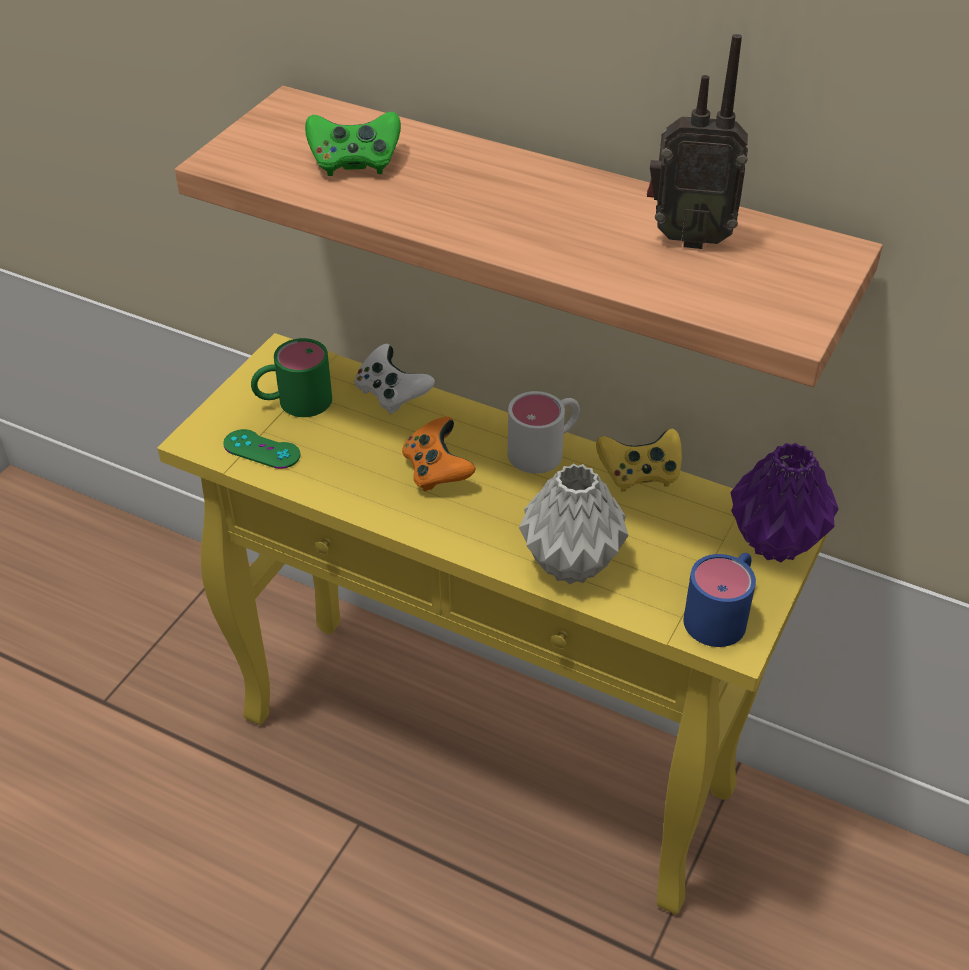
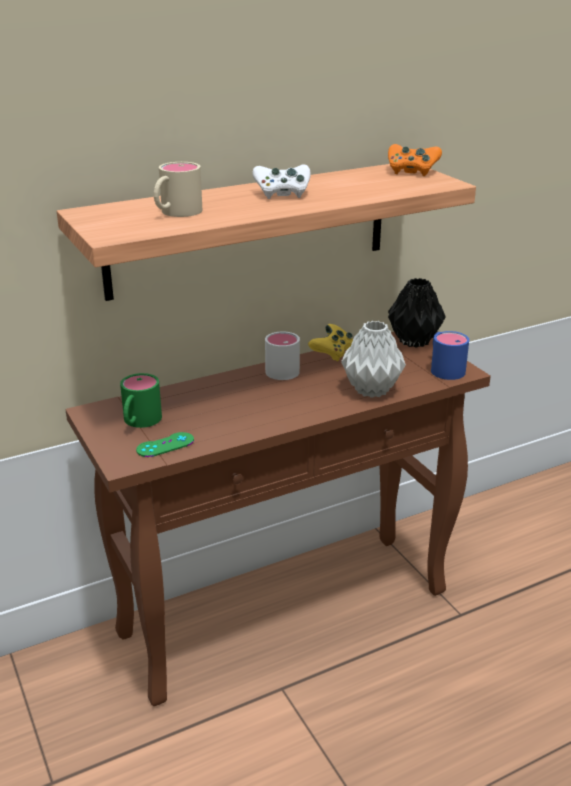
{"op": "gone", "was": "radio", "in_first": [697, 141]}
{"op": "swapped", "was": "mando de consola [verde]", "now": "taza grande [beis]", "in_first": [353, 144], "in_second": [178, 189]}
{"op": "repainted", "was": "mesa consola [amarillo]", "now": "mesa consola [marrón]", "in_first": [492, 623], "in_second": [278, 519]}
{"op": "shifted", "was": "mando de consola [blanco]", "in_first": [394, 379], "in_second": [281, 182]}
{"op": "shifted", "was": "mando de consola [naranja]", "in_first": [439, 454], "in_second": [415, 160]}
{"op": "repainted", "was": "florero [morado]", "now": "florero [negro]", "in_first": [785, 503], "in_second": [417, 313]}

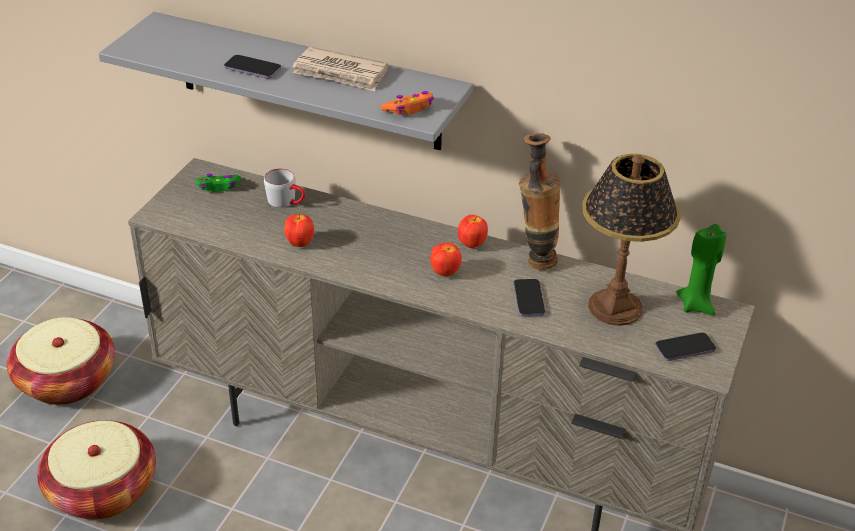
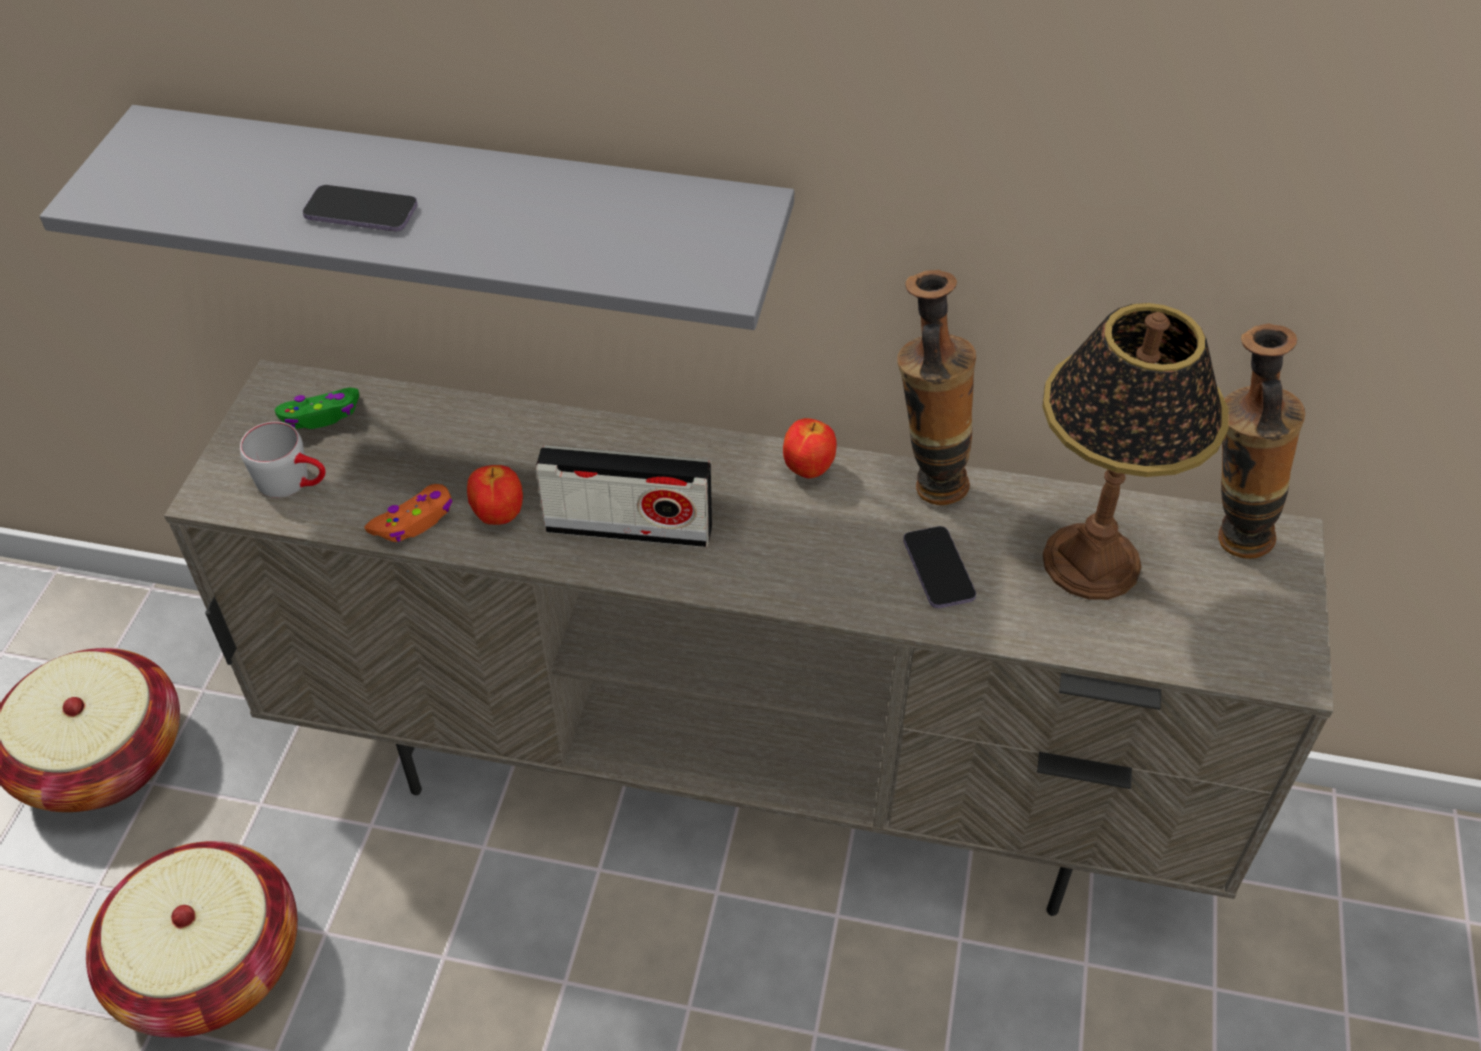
{"op": "gone", "was": "periódico", "in_first": [340, 69]}
{"op": "shifted", "was": "mando de consola [naranja]", "in_first": [407, 103], "in_second": [408, 513]}
{"op": "shifted", "was": "taza grande [gris]", "in_first": [284, 188], "in_second": [283, 459]}
{"op": "swapped", "was": "vela [verde]", "now": "florero", "in_first": [701, 269], "in_second": [1261, 441]}
{"op": "gone", "was": "manzana", "in_first": [446, 259]}
{"op": "gone", "was": "móvil", "in_first": [685, 346]}
{"op": "new", "now": "radio", "in_second": [624, 496]}

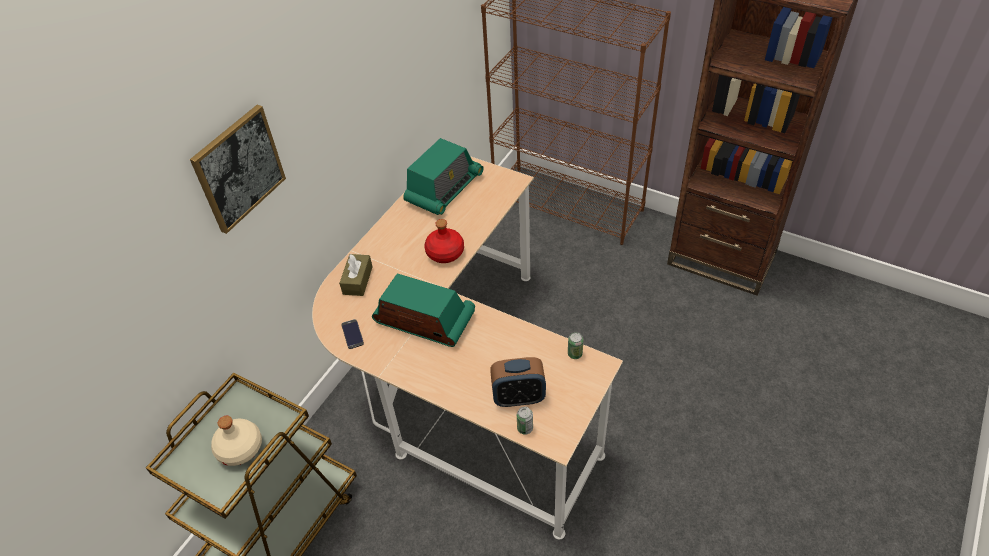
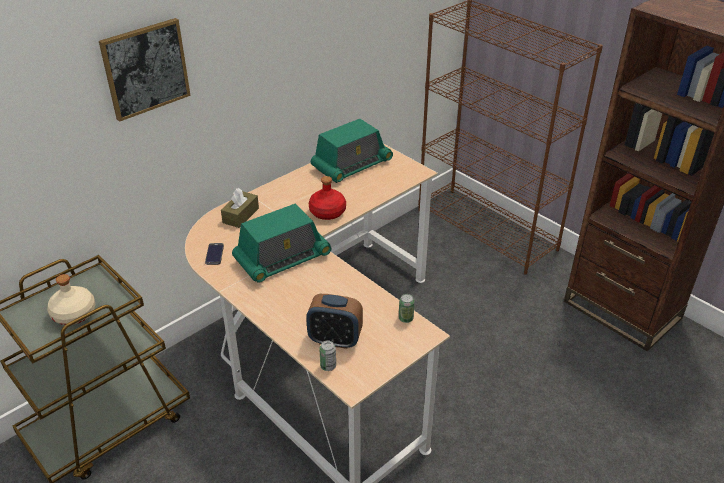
{"op": "rotated", "was": "radio", "in_first": [423, 310], "in_second": [282, 243], "clockwise": 105}

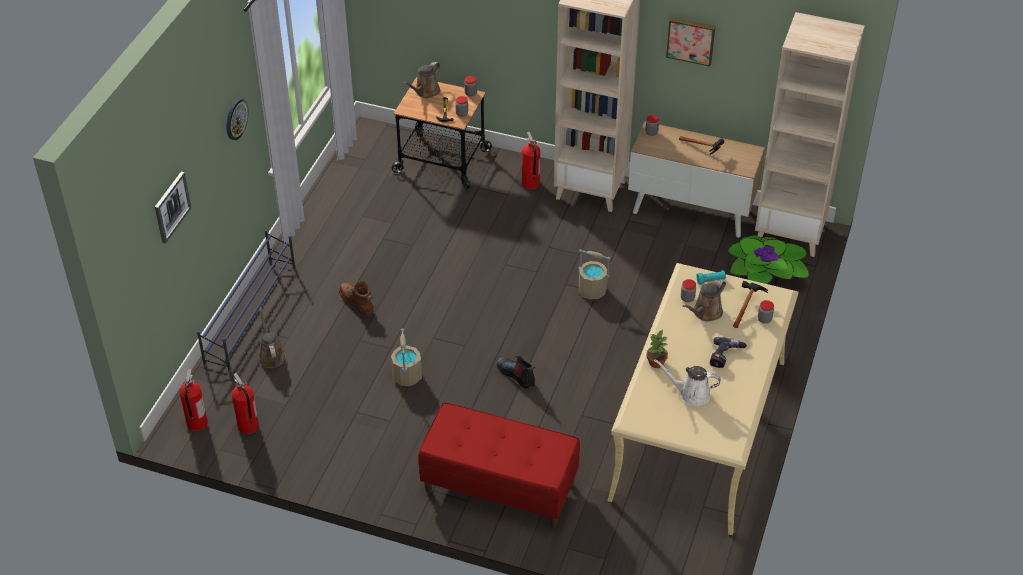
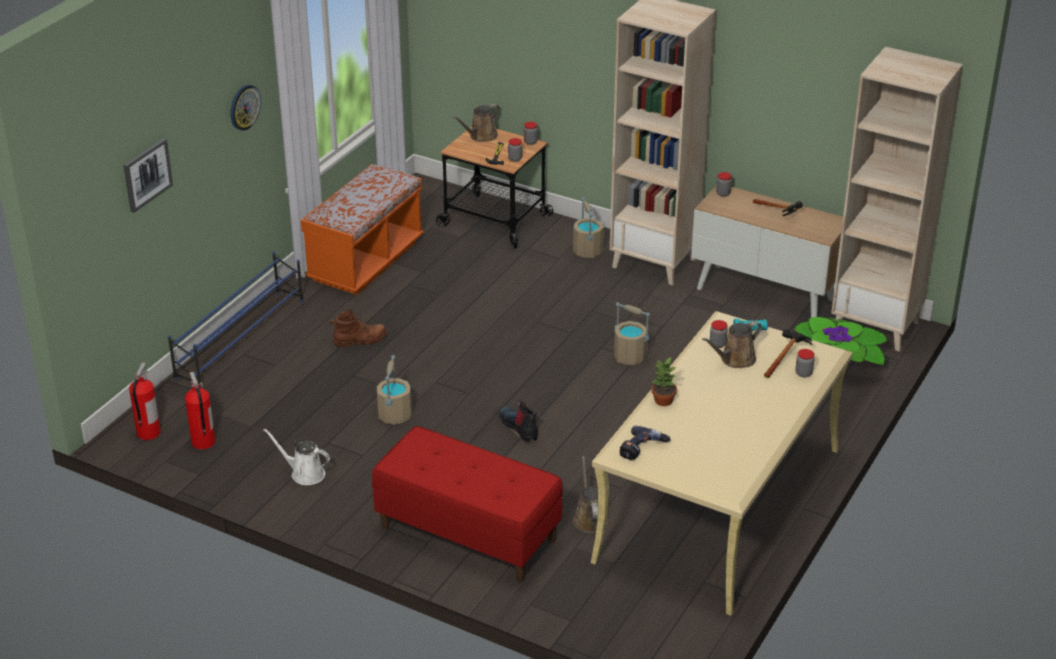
{"op": "gone", "was": "cuadro", "in_first": [690, 42]}
{"op": "swapped", "was": "extintor", "now": "cubo [beis]", "in_first": [531, 160], "in_second": [588, 227]}
{"op": "rotated", "was": "bota [marrón]", "in_first": [356, 298], "in_second": [359, 328], "clockwise": 105}
{"op": "shifted", "was": "regadera [marrón]", "in_first": [272, 337], "in_second": [590, 494]}
{"op": "shifted", "was": "taladro", "in_first": [728, 352], "in_second": [645, 443]}
{"op": "shifted", "was": "regadera [blanco]", "in_first": [687, 383], "in_second": [296, 456]}
{"op": "new", "now": "banco [naranja]", "in_second": [362, 229]}

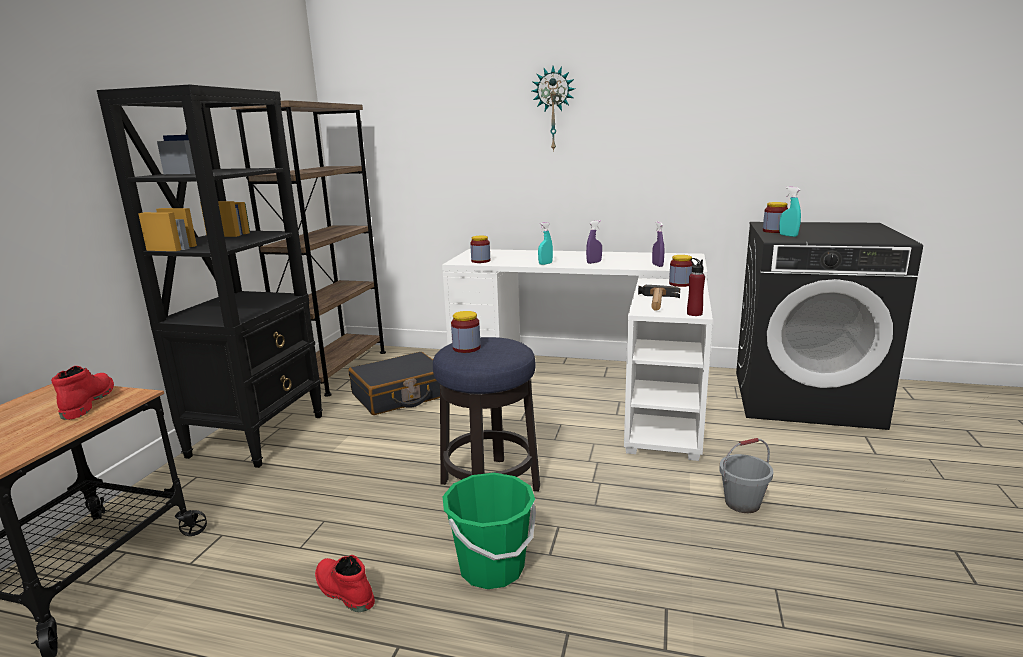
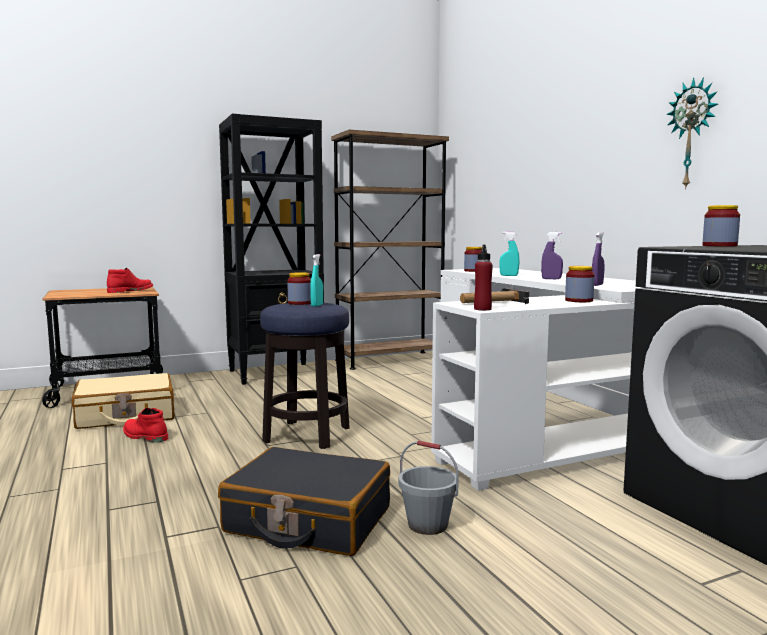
{"op": "shifted", "was": "reloj de pared", "in_first": [553, 109], "in_second": [692, 133]}
{"op": "shifted", "was": "pulverizador [turquesa]", "in_first": [790, 212], "in_second": [316, 280]}
{"op": "shifted", "was": "maleta [negro]", "in_first": [394, 383], "in_second": [304, 501]}
{"op": "gone", "was": "cubo [verde]", "in_first": [489, 531]}
{"op": "rotated", "was": "bota [rojo]", "in_first": [345, 583], "in_second": [146, 425], "clockwise": -60}
{"op": "new", "now": "maleta [beis]", "in_second": [123, 401]}

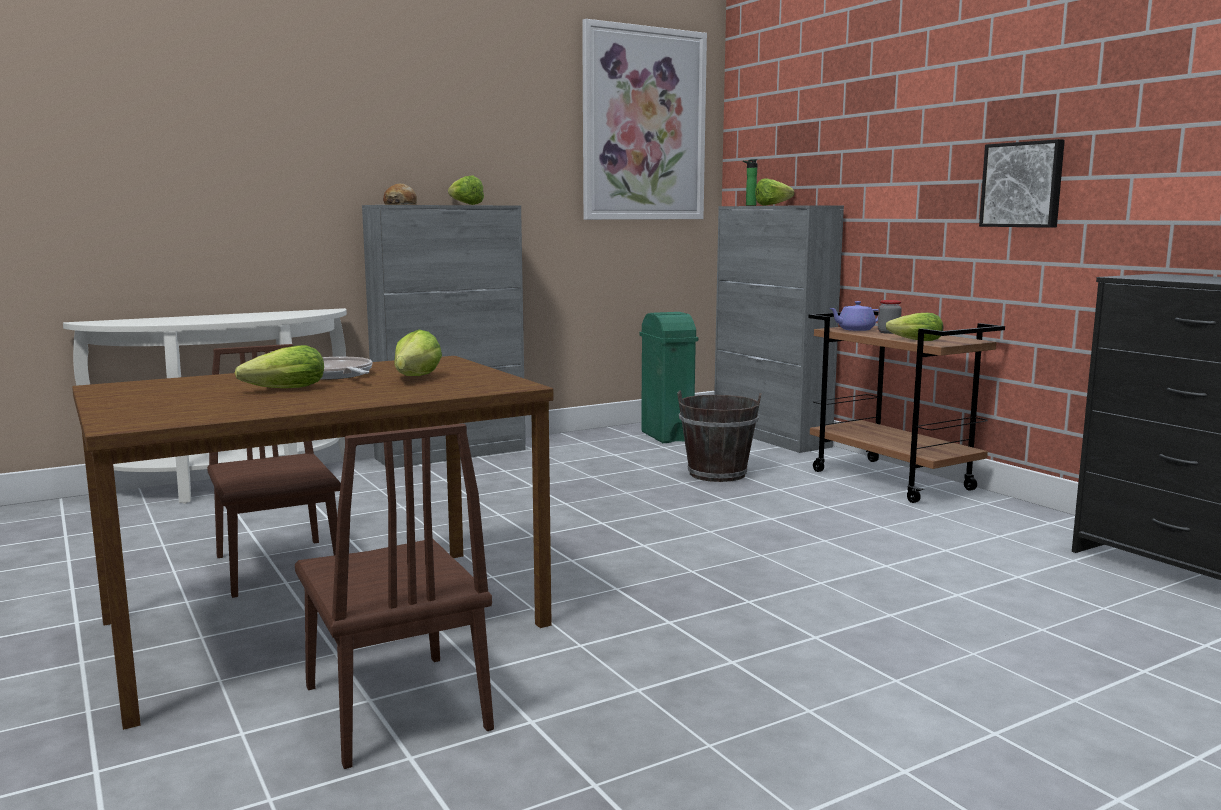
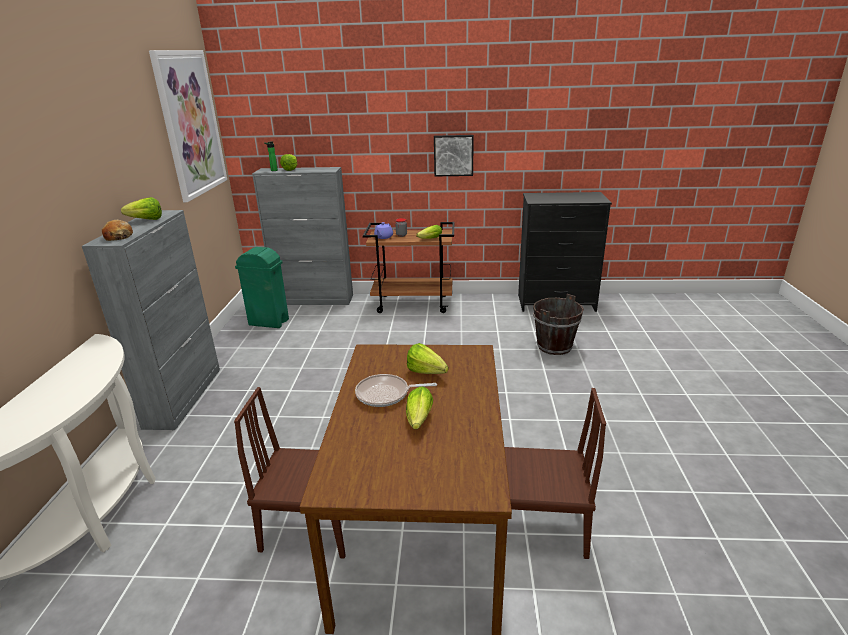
{"op": "shifted", "was": "cubo [marrón]", "in_first": [719, 436], "in_second": [558, 324]}

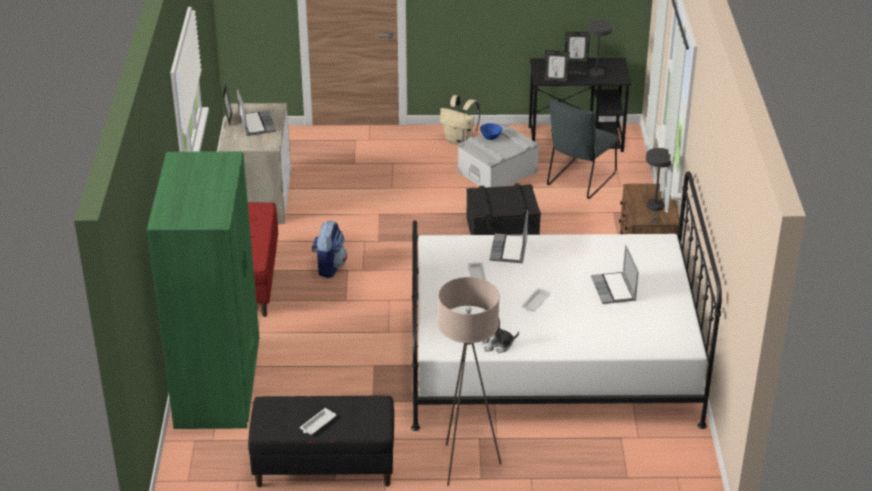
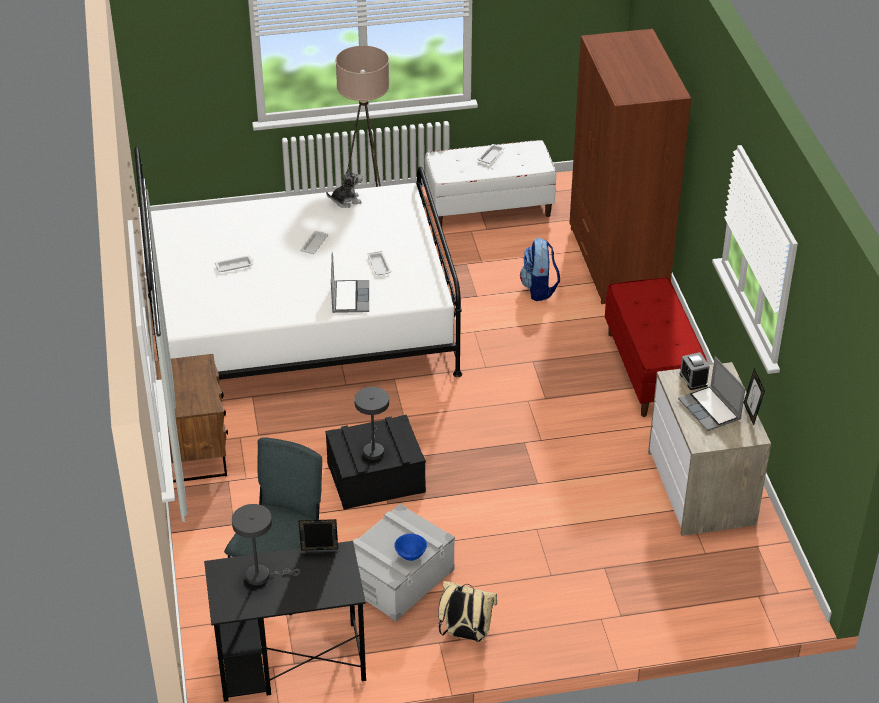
{"op": "gone", "was": "portarretratos", "in_first": [577, 47]}
{"op": "shifted", "was": "lámpara de mesa [gris]", "in_first": [660, 185], "in_second": [371, 423]}
{"op": "repainted", "was": "armario ropero [verde]", "now": "armario ropero [marrón]", "in_first": [203, 290], "in_second": [630, 166]}
{"op": "shifted", "was": "mochila", "in_first": [329, 249], "in_second": [540, 269]}
{"op": "swapped", "was": "portátil", "now": "bandeja [blanco]", "in_first": [615, 274], "in_second": [234, 263]}
{"op": "repainted", "was": "banco [negro]", "now": "banco [blanco]", "in_first": [321, 441], "in_second": [490, 183]}
{"op": "new", "now": "despertador", "in_second": [694, 371]}

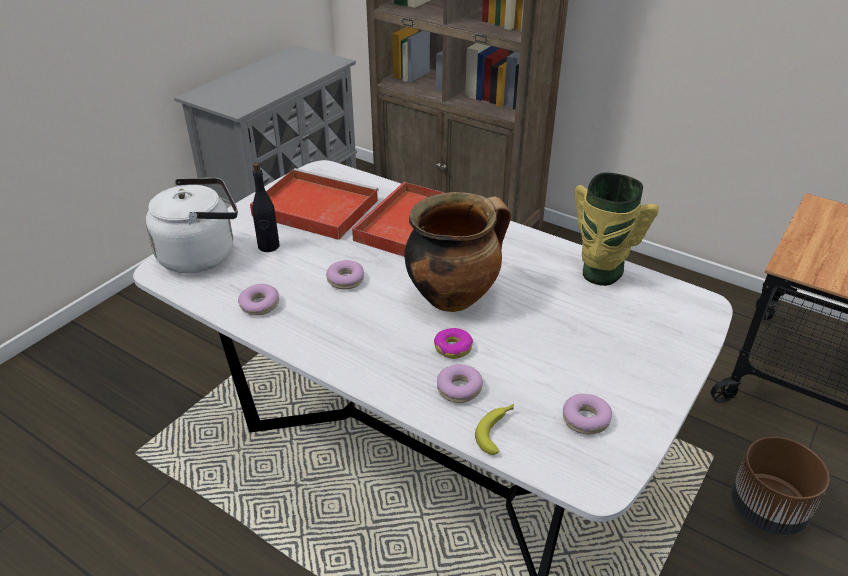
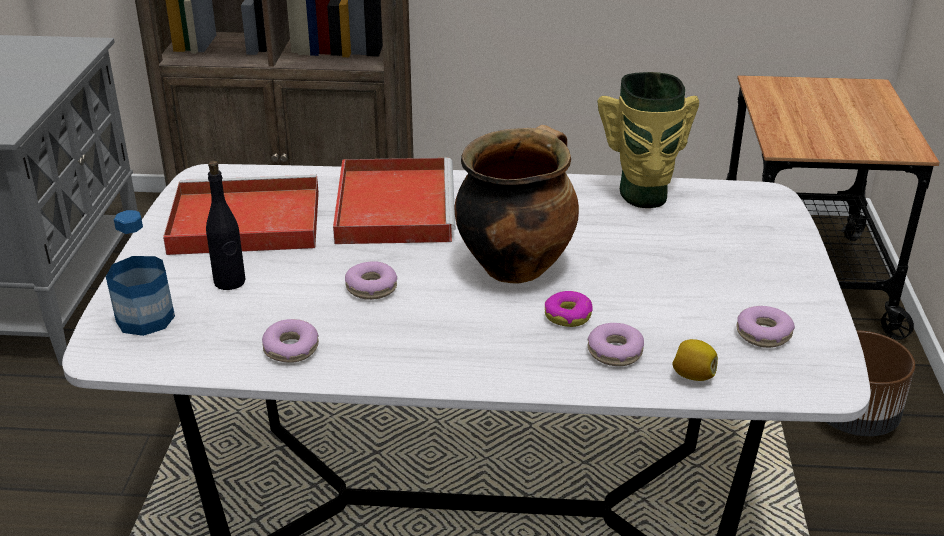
{"op": "swapped", "was": "hervidor [blanco]", "now": "botella", "in_first": [192, 225], "in_second": [140, 273]}
{"op": "swapped", "was": "plátano", "now": "limón", "in_first": [494, 429], "in_second": [695, 360]}

